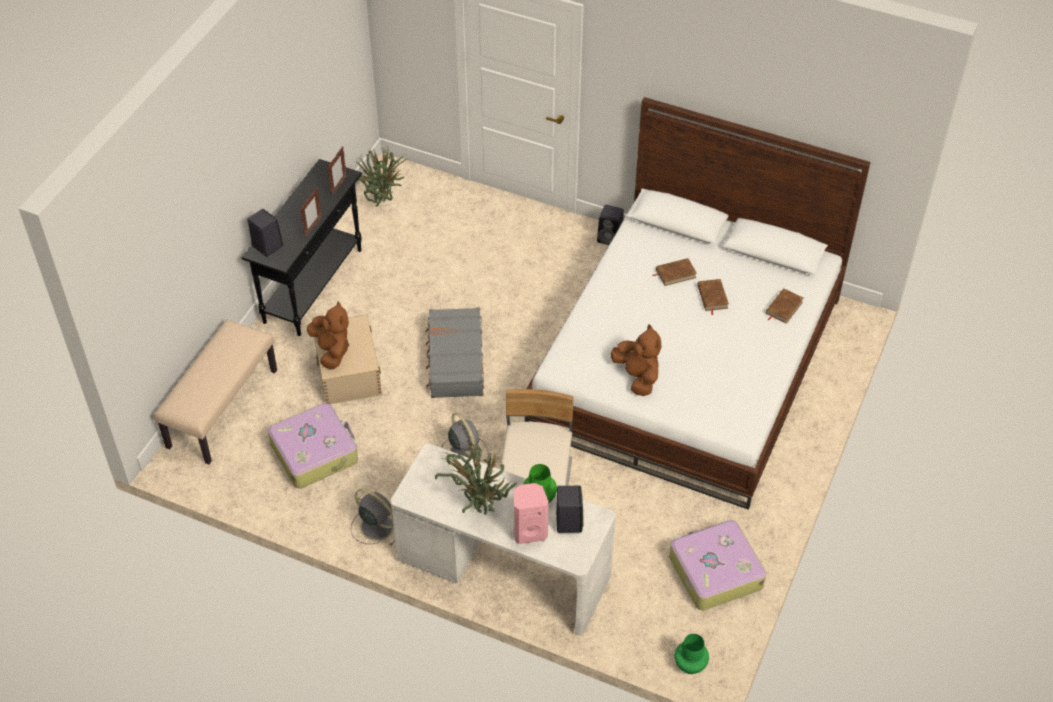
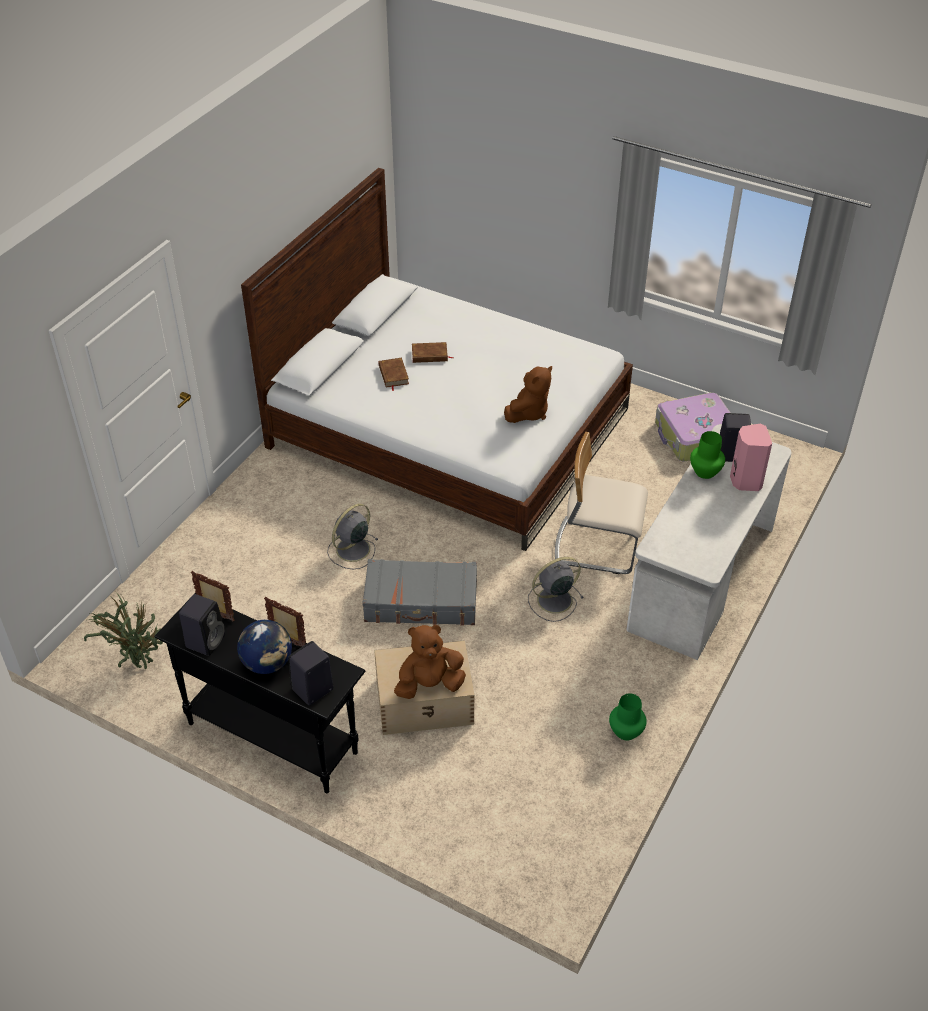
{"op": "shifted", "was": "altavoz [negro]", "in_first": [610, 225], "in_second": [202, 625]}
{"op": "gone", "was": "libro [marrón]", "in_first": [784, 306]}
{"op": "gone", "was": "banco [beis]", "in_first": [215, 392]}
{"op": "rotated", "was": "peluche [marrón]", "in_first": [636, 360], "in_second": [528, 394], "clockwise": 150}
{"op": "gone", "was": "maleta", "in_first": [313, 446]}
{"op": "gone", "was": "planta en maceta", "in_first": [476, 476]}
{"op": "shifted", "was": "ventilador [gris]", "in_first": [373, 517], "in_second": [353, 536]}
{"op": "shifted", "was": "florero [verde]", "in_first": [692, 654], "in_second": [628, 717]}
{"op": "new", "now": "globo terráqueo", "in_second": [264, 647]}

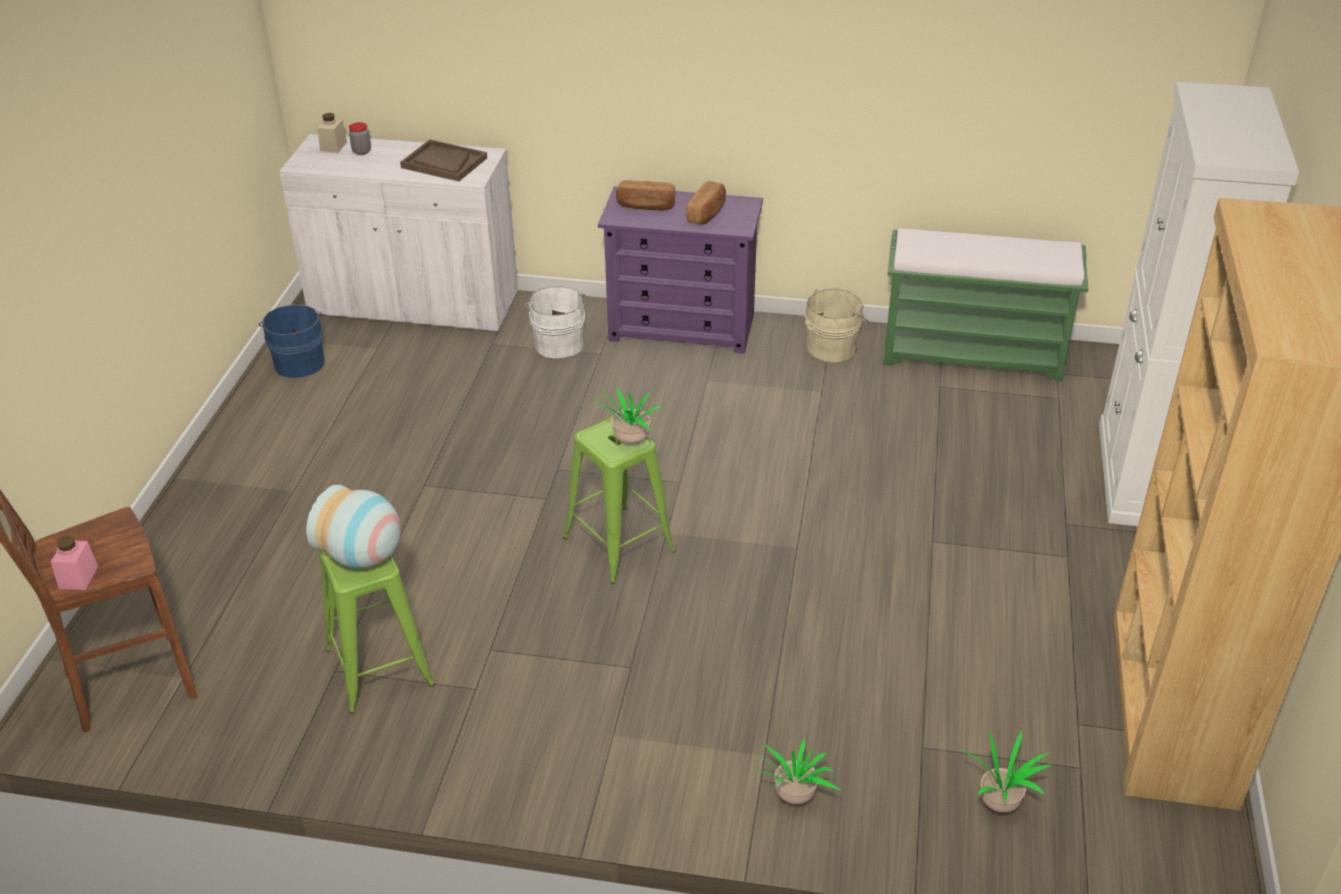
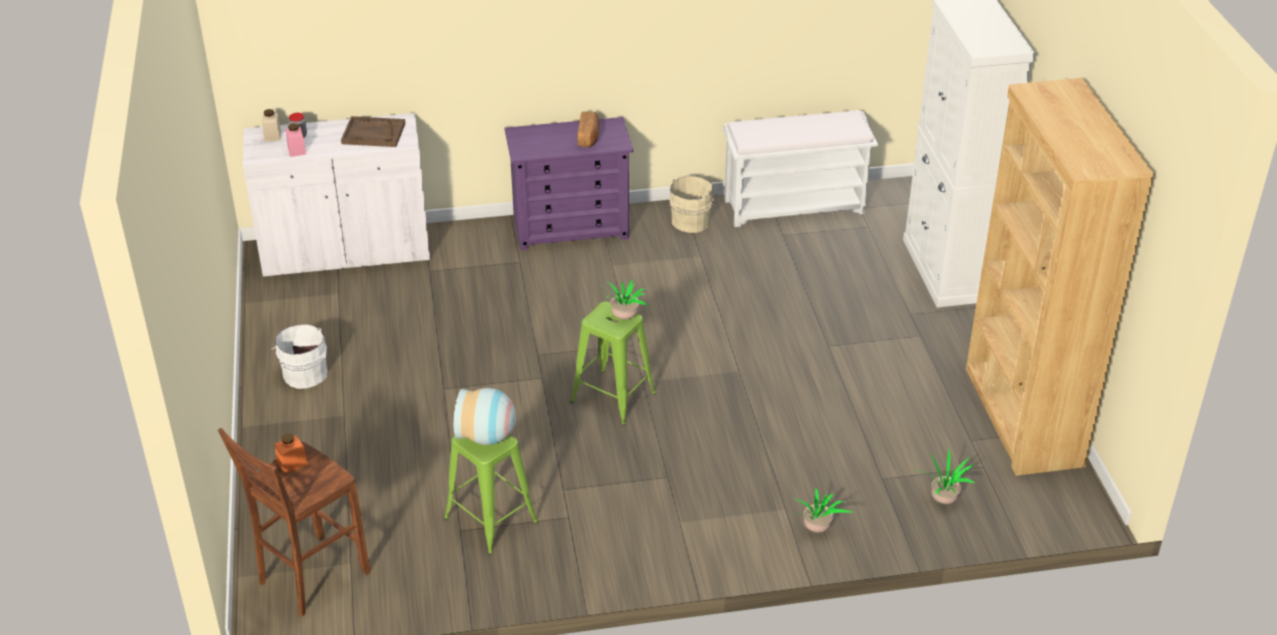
{"op": "gone", "was": "pan", "in_first": [645, 195]}
{"op": "repainted", "was": "banco [verde]", "now": "banco [blanco]", "in_first": [985, 305], "in_second": [800, 168]}
{"op": "shifted", "was": "cubo [blanco]", "in_first": [555, 322], "in_second": [299, 356]}
{"op": "gone", "was": "cubo [azul]", "in_first": [292, 341]}
{"op": "shifted", "was": "tarro [rosa]", "in_first": [74, 563], "in_second": [296, 140]}
{"op": "new", "now": "tarro [naranja]", "in_second": [291, 453]}

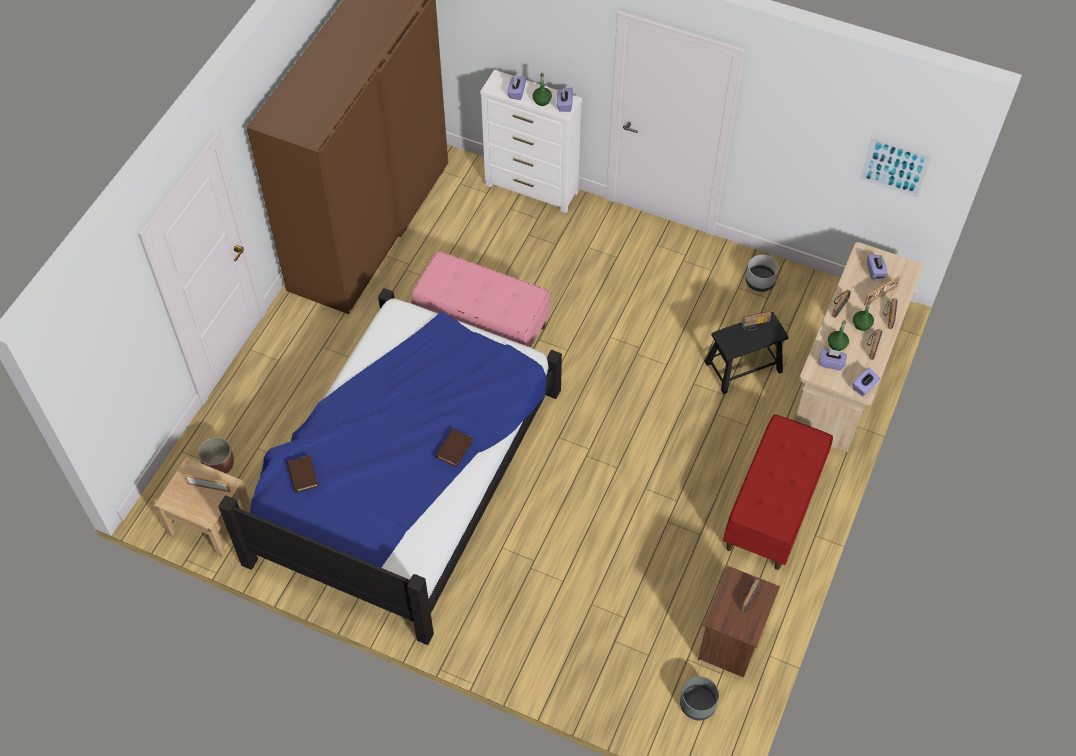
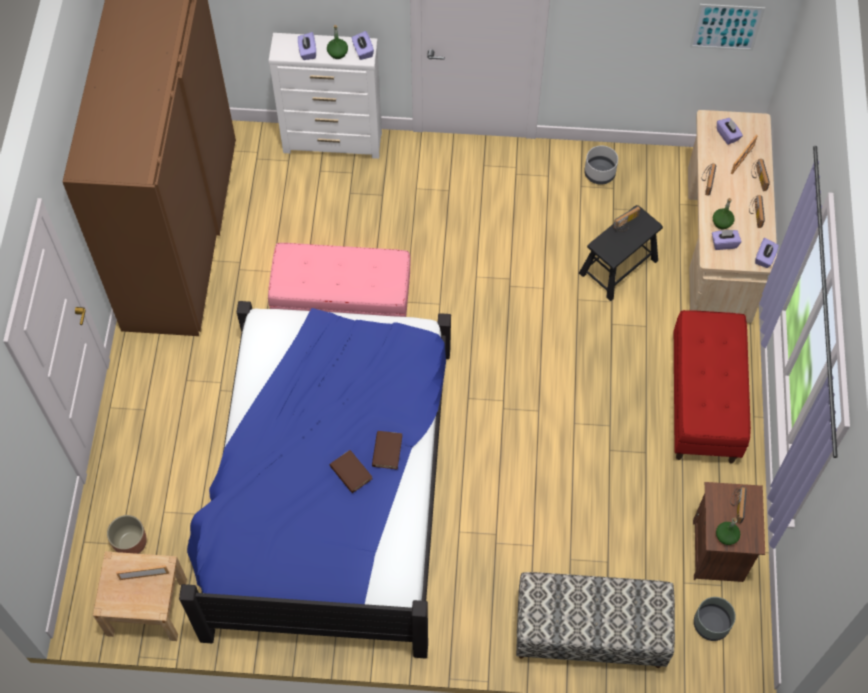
{"op": "shifted", "was": "botella [verde]", "in_first": [863, 315], "in_second": [728, 531]}
{"op": "shifted", "was": "libro [marrón]", "in_first": [303, 474], "in_second": [351, 471]}
{"op": "new", "now": "banco", "in_second": [595, 620]}

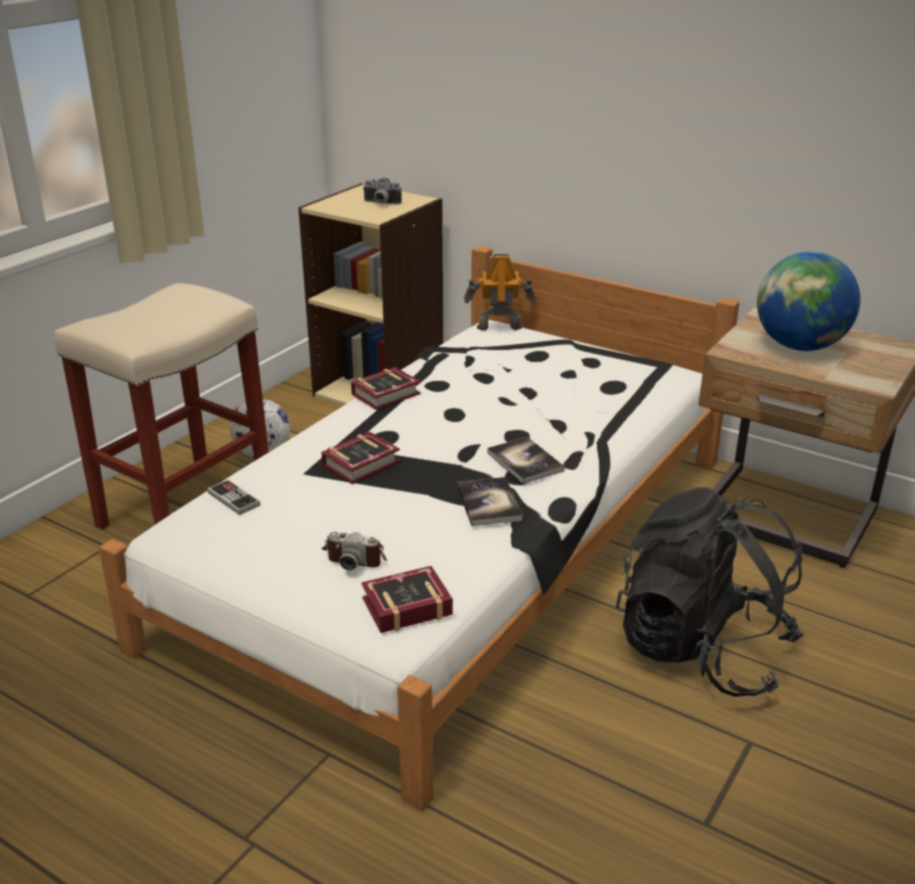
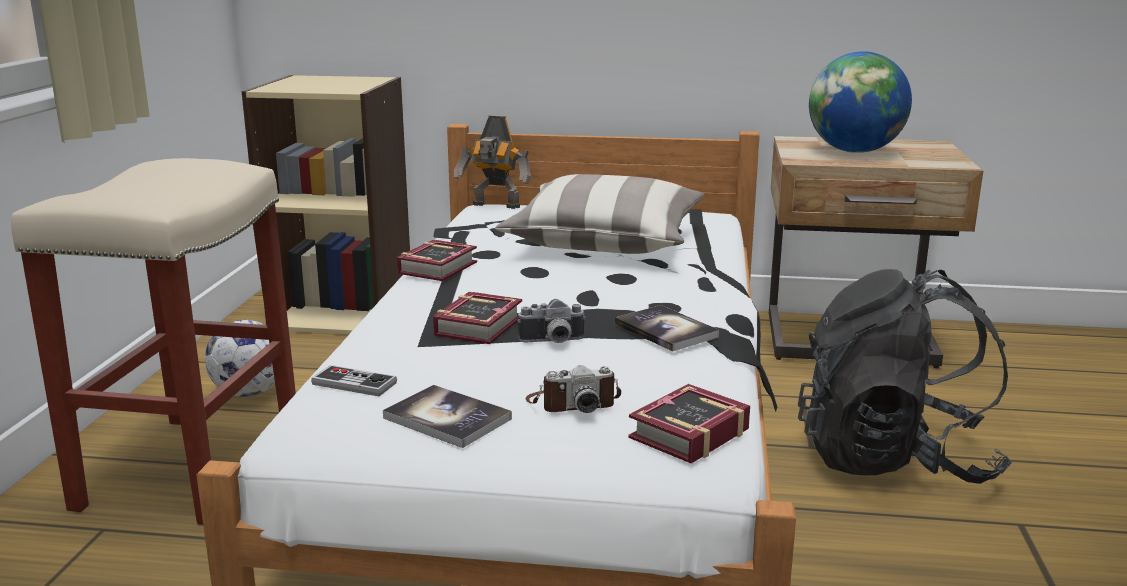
{"op": "shifted", "was": "cámara", "in_first": [382, 191], "in_second": [551, 321]}
{"op": "rotated", "was": "robot de juguete", "in_first": [499, 292], "in_second": [492, 162], "clockwise": -135}
{"op": "shifted", "was": "libro", "in_first": [526, 460], "in_second": [447, 416]}
{"op": "new", "now": "cojín", "in_second": [599, 214]}

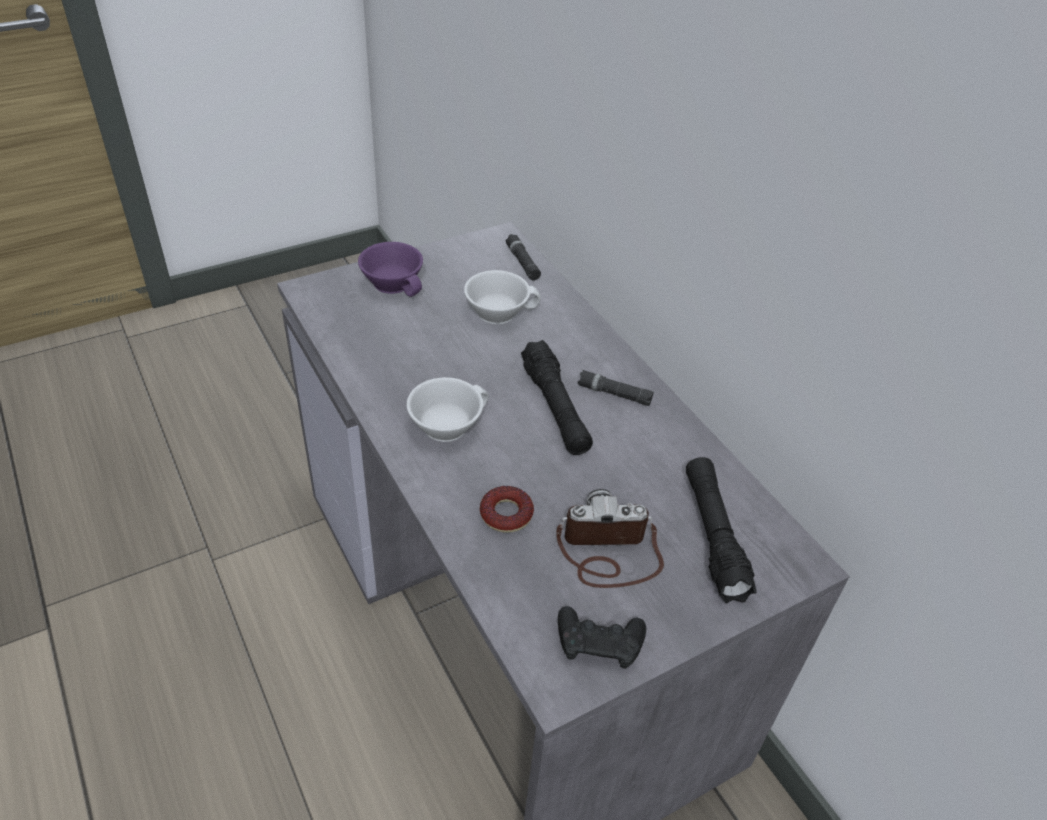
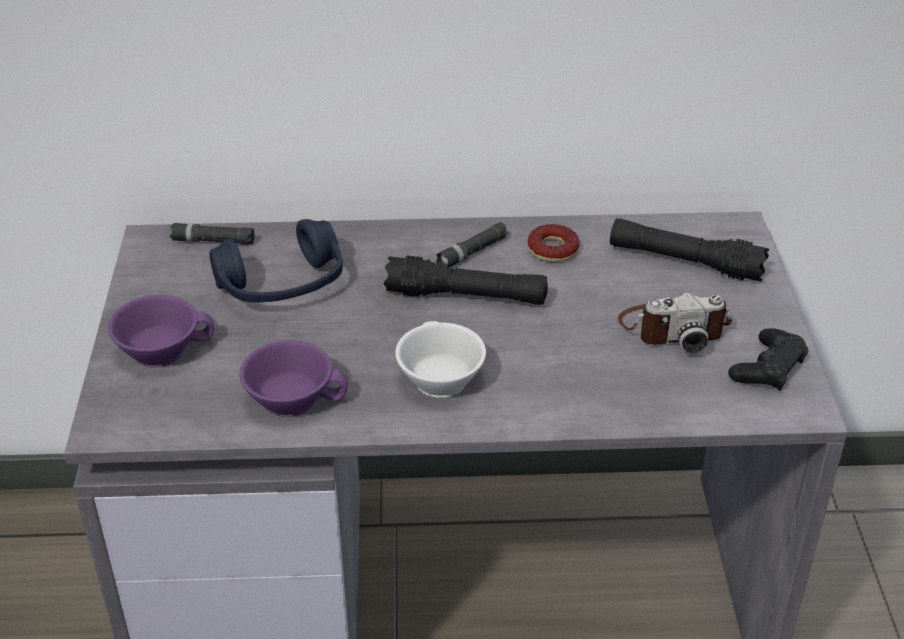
{"op": "swapped", "was": "taza [blanco]", "now": "auriculares [azul]", "in_first": [502, 297], "in_second": [276, 261]}
{"op": "shifted", "was": "rosquilla", "in_first": [507, 509], "in_second": [553, 243]}
{"op": "rotated", "was": "cámara", "in_first": [610, 538], "in_second": [675, 323], "clockwise": -120}
{"op": "new", "now": "taza [morado]", "in_second": [293, 378]}

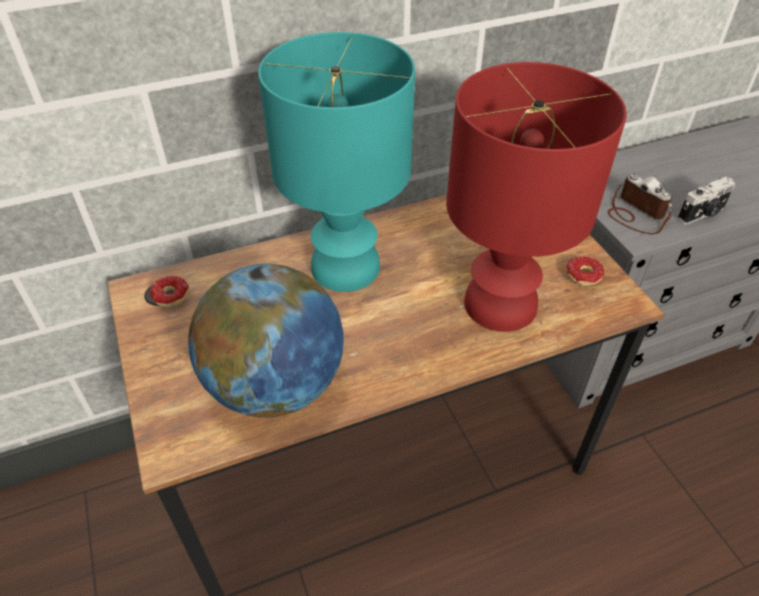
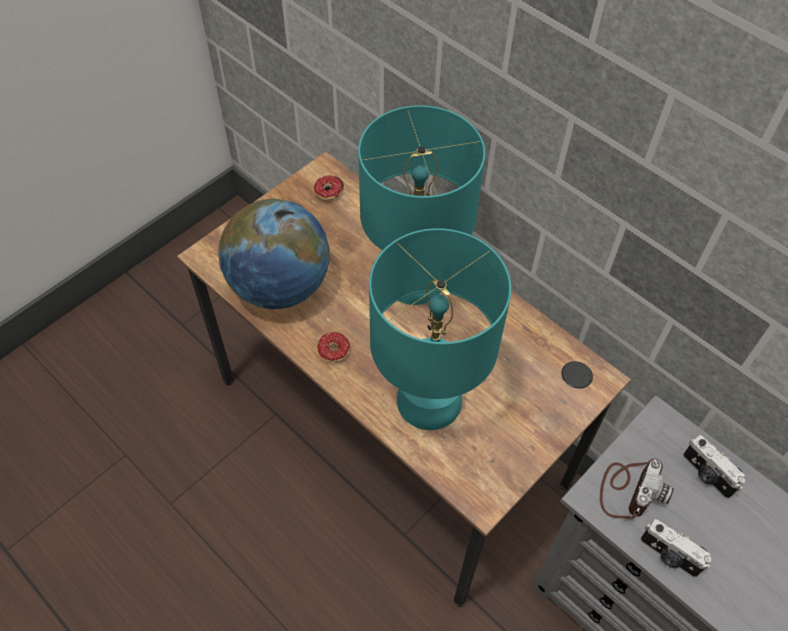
{"op": "repainted", "was": "lámpara de mesa [rojo]", "now": "lámpara de mesa [turquesa]", "in_first": [536, 197], "in_second": [440, 329]}
{"op": "shifted", "was": "rosquilla", "in_first": [585, 271], "in_second": [333, 347]}
{"op": "new", "now": "cámara", "in_second": [714, 467]}

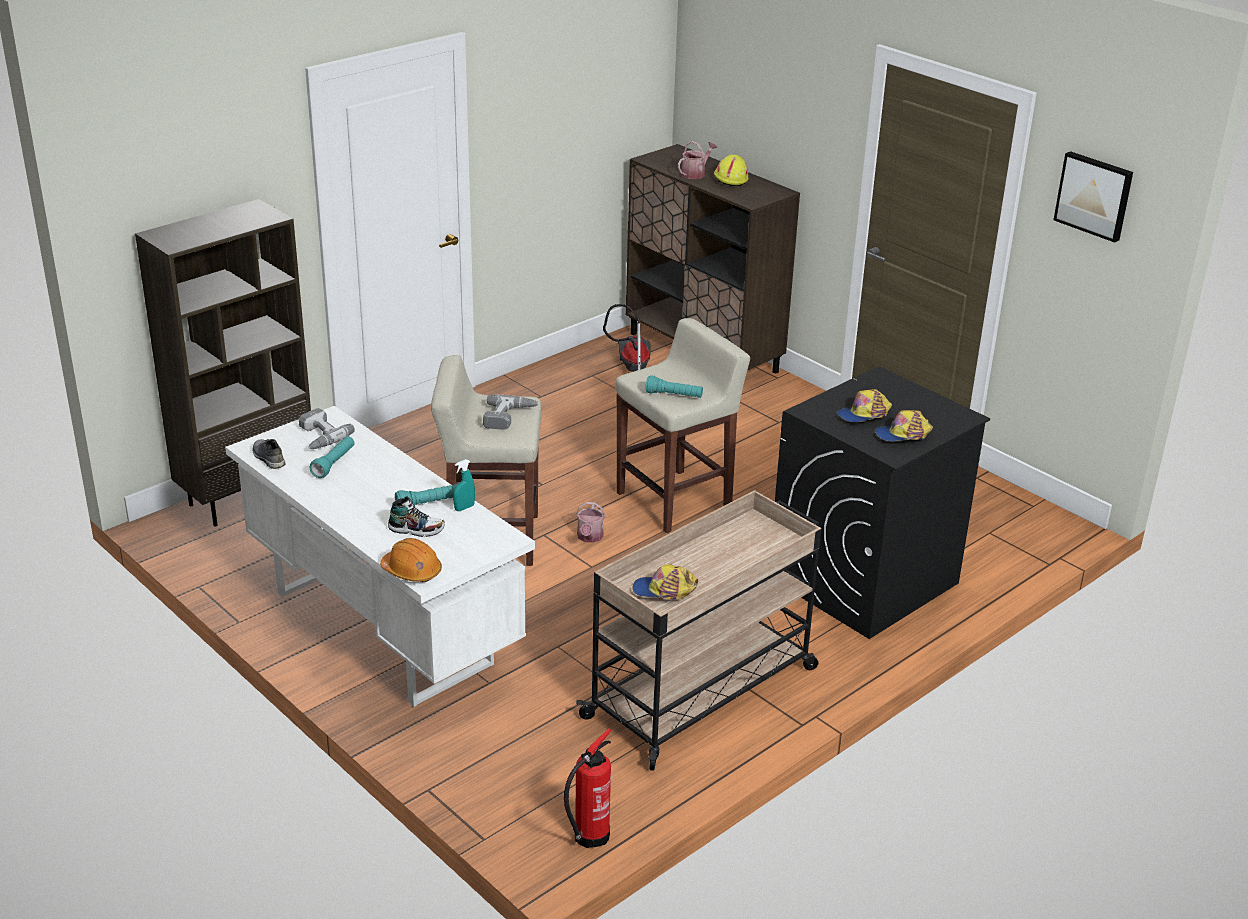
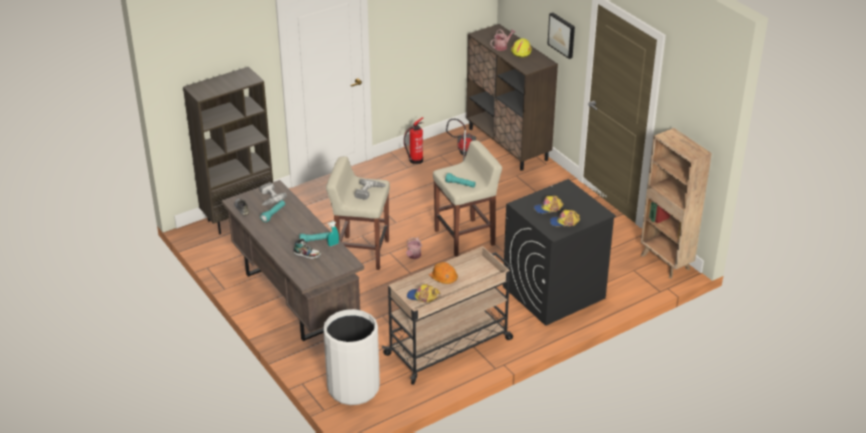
{"op": "shifted", "was": "cuadro", "in_first": [1093, 197], "in_second": [561, 35]}
{"op": "repainted", "was": "escritorio [blanco]", "now": "escritorio [marrón]", "in_first": [380, 556], "in_second": [293, 260]}
{"op": "shifted", "was": "casco [naranja]", "in_first": [411, 560], "in_second": [443, 273]}
{"op": "shifted", "was": "extintor", "in_first": [587, 788], "in_second": [413, 140]}
{"op": "new", "now": "estantería [marrón]", "in_second": [676, 203]}
{"op": "new", "now": "papelera [blanco]", "in_second": [351, 357]}

